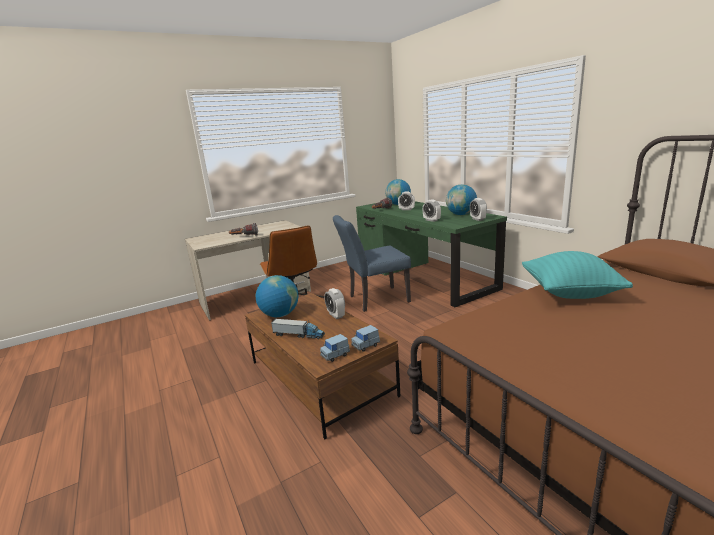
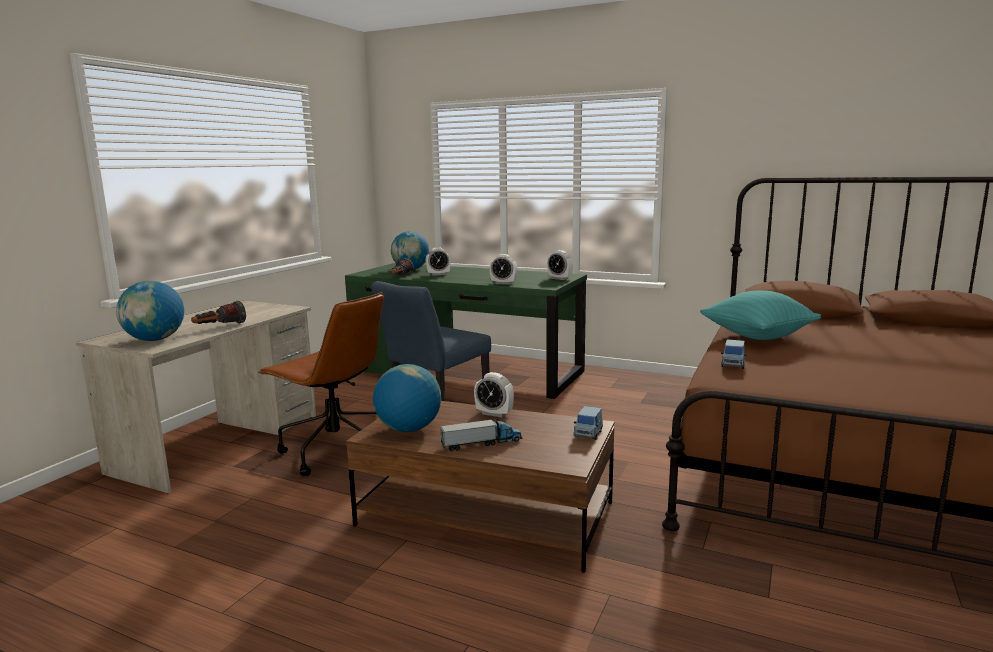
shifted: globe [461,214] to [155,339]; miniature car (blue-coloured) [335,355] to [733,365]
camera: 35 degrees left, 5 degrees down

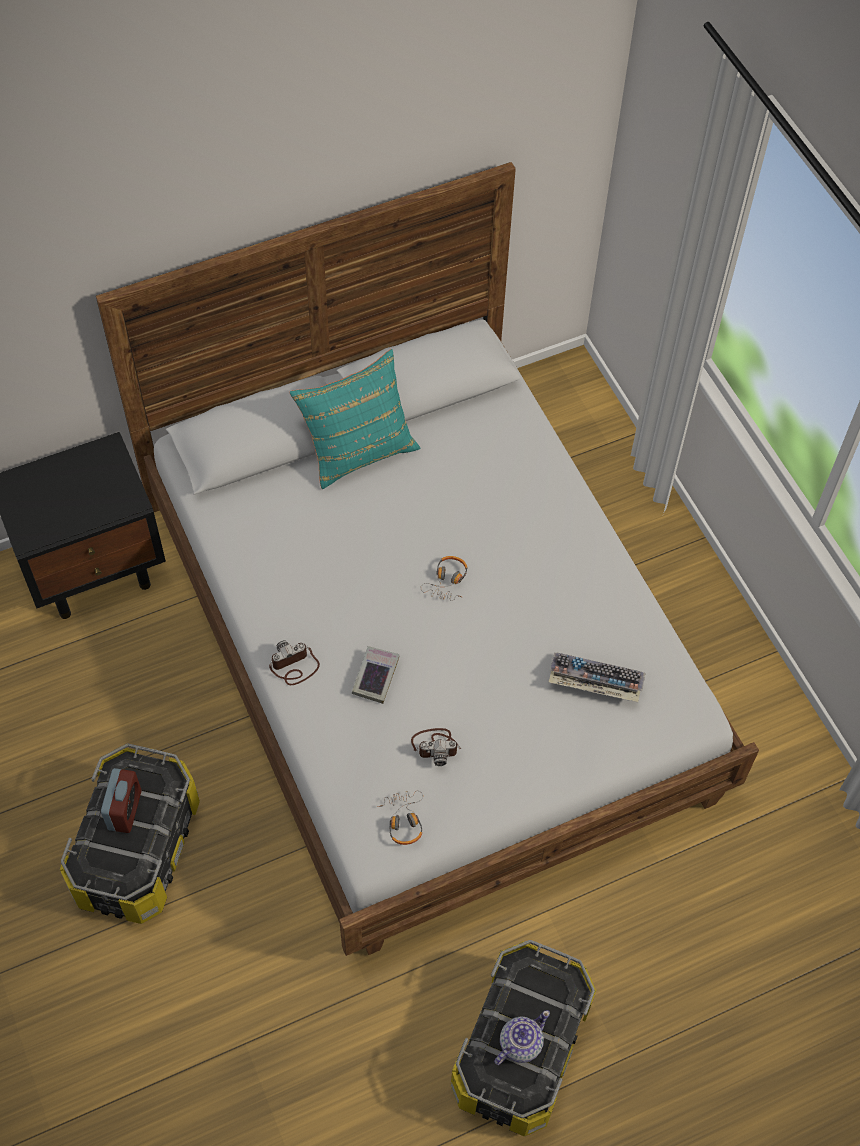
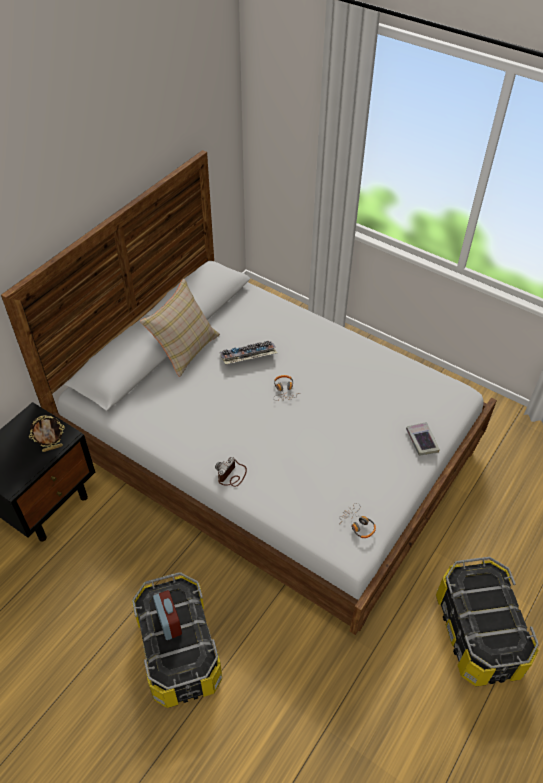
gone: still camera [436,746]; tea pot [519,1043]
new: standing frame [52,448]
shifted: bound book [375,676] to [422,441]; computer keyboard [593,682] to [248,357]
repainted: throw pillow (turquoise) [358,447] to throw pillow (sand-coloured) [184,348]
camera: 30 degrees left, 10 degrees down

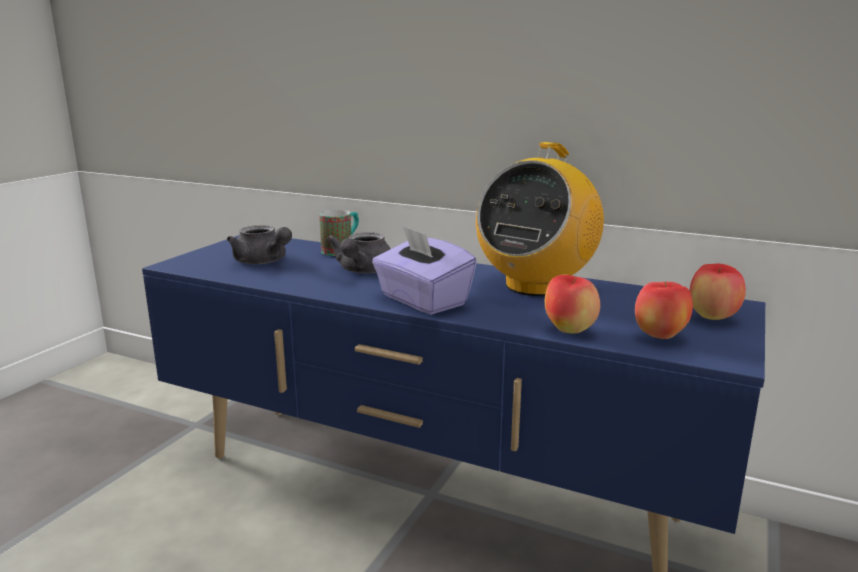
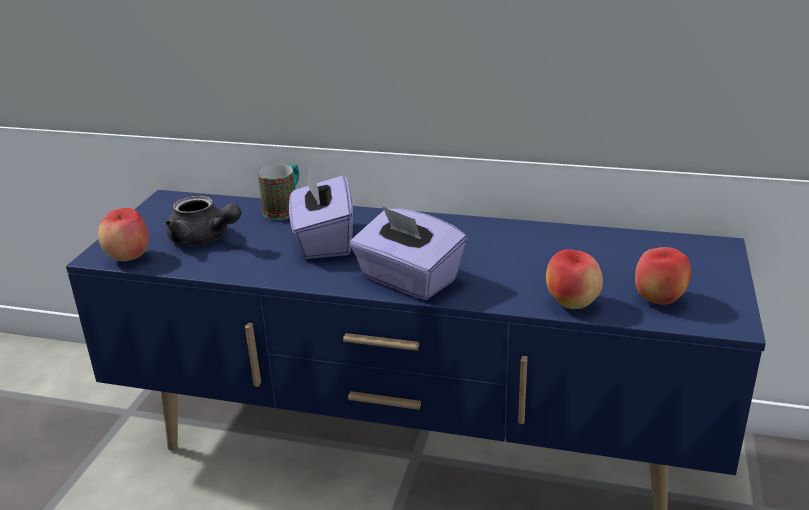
gone: radio receiver [535,286]
shifted: apple fruit [712,317] to [129,258]
swapped: tea pot (gray) [362,271] to tissue box (purple-coloured) [323,241]
camera: 10 degrees left, 10 degrees up

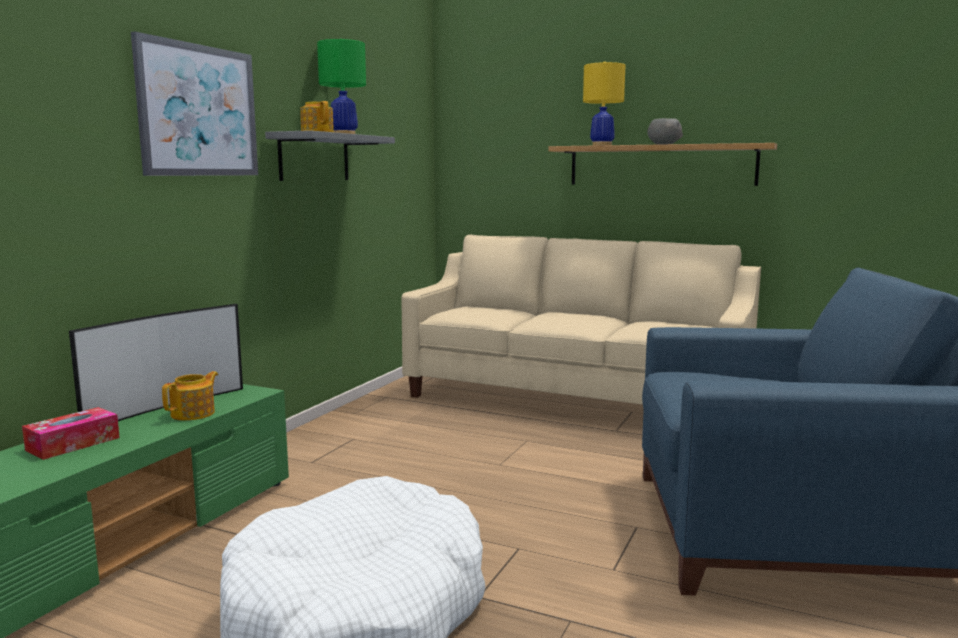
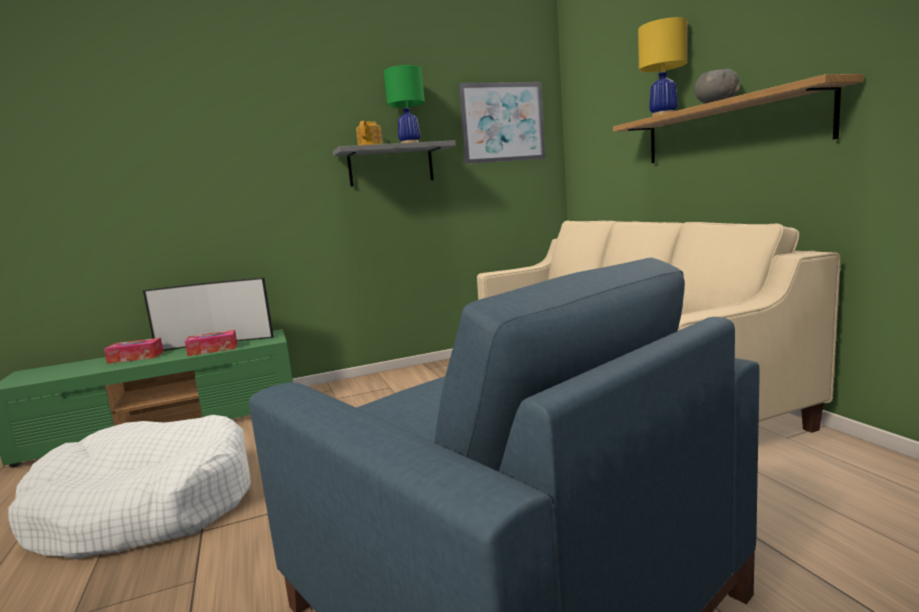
shifted: wall picture [198,111] to [502,122]
swapped: tea pot [194,413] to tissue box [213,349]
camera: 45 degrees right, 0 degrees up

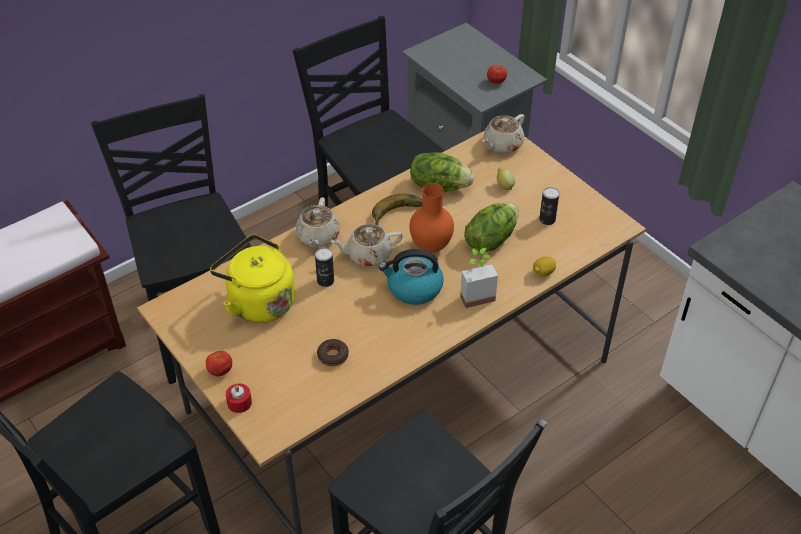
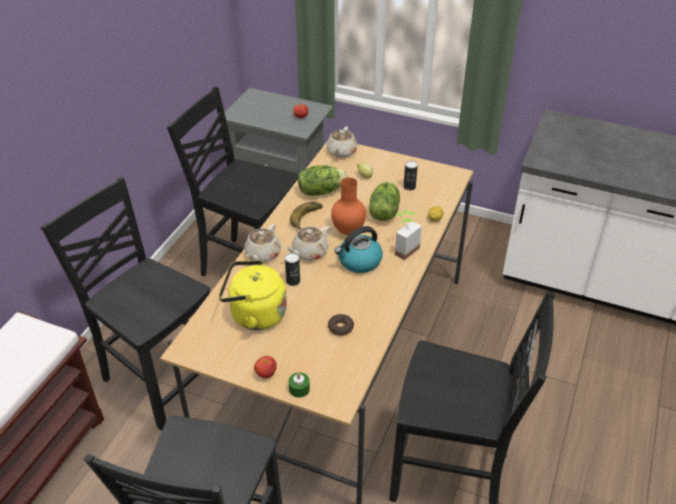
repainted: wax light (red-coloured) [239,402] to wax light (green-coloured) [299,389]
rotated: tea pot (sand-coloured) [318,236] = [262,254] 45 degrees clockwise
camera: 30 degrees left, 5 degrees down

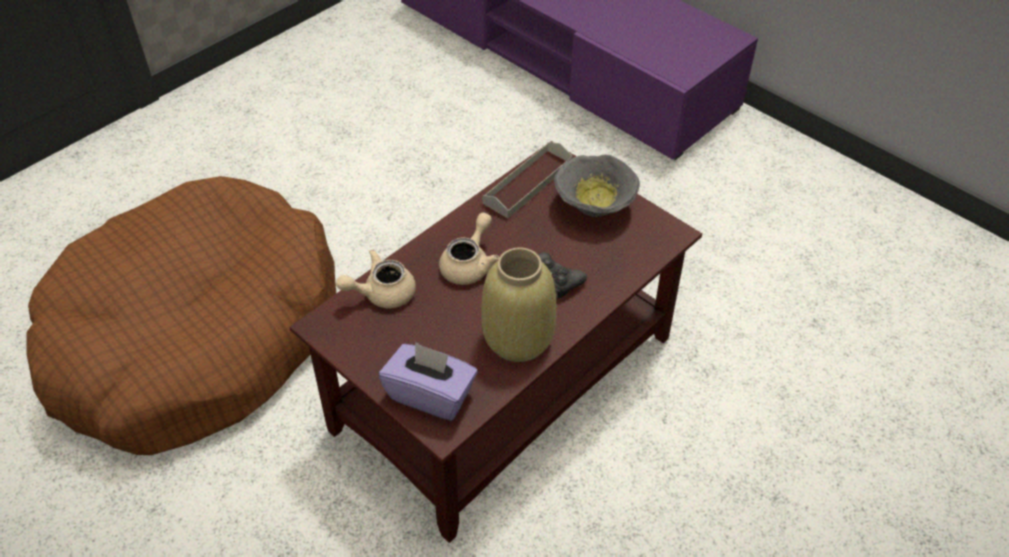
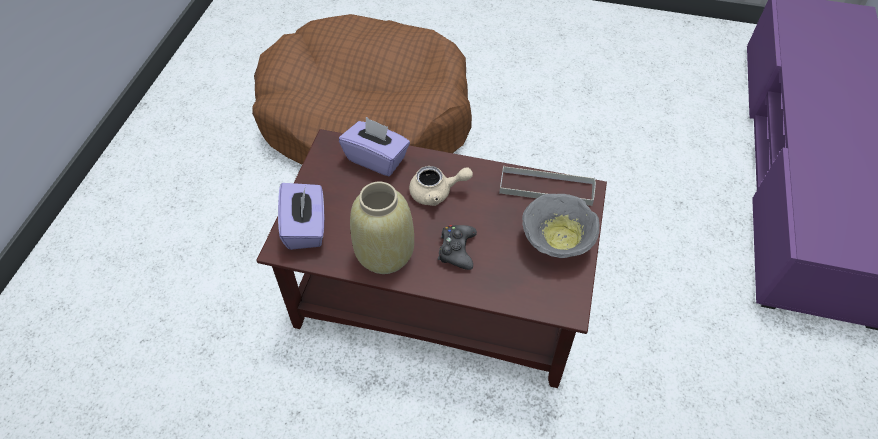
swapped: tea pot (sand-coloured) [382,293] to tissue box (purple-coloured) [376,158]
camera: 60 degrees right, 5 degrees up

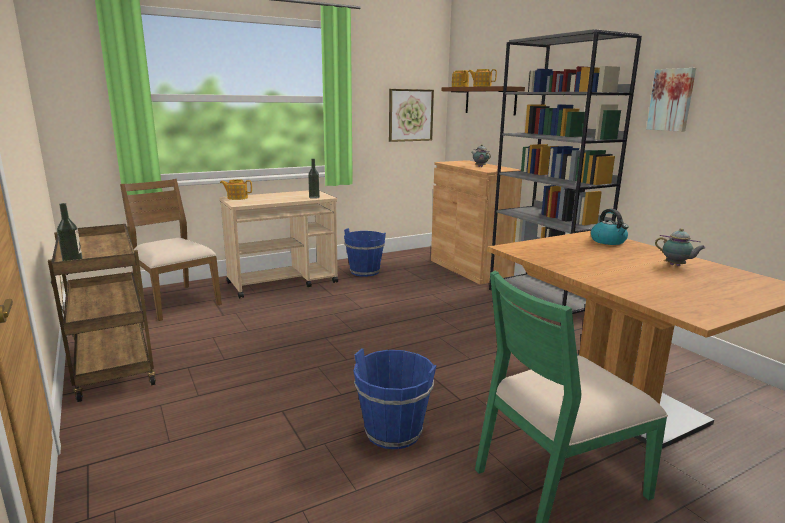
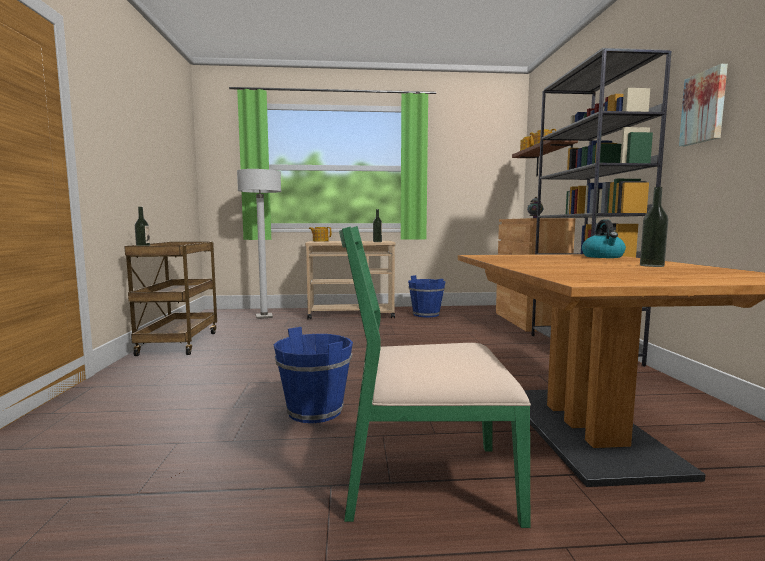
gone: wall picture [410,115]
swapped: chair (brownish) [176,301] to floor lamp (whitish) [264,316]; tea pot [676,266] to bottle [651,265]
camera: 25 degrees right, 10 degrees down

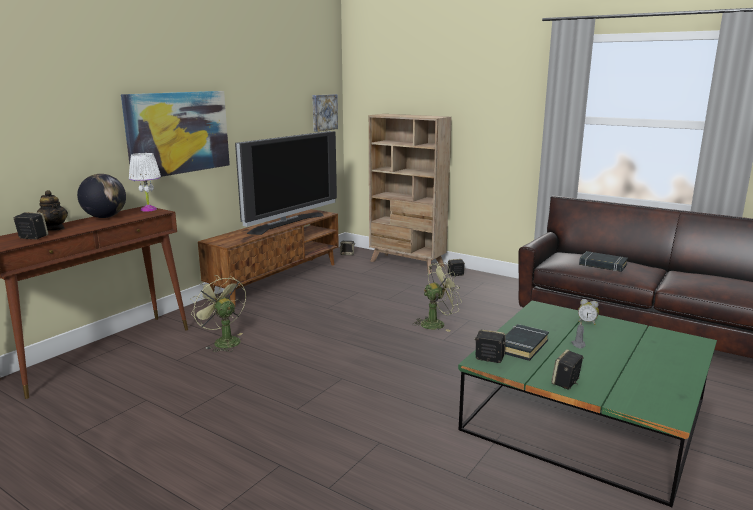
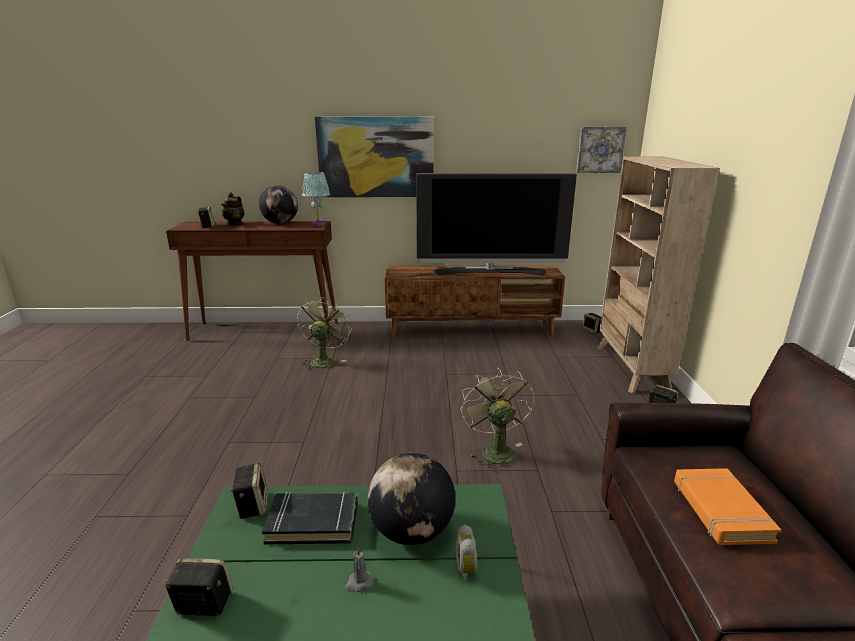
new: globe [411,531]
repainted: lamp for a table (whitish) [149,209] to lamp for a table (turquoise) [318,224]; bound book (blackish) [602,265] to bound book (orange-coloured) [720,510]
rotated: fan (green-coloured) [437,323] = [494,450] 135 degrees counterclockwise
camera: 55 degrees right, 5 degrees up

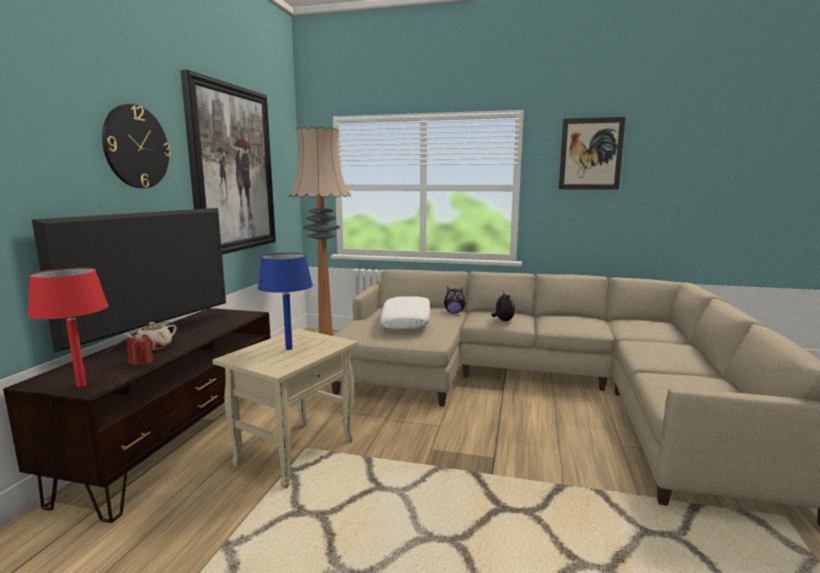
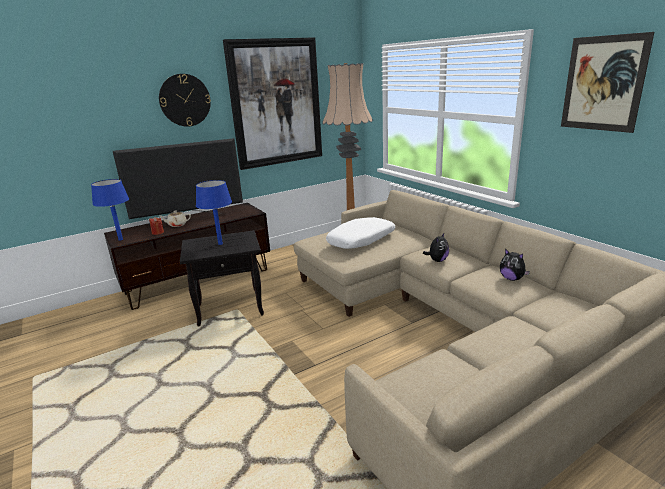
shifted: plush toy [454,312] to [512,279]
repainted: lamp for a table (red-coloured) [81,386] to lamp for a table (blue-coloured) [120,239]; accent table (sand-coloured) [296,451] to accent table (blackish) [231,309]
camera: 45 degrees right, 10 degrees up

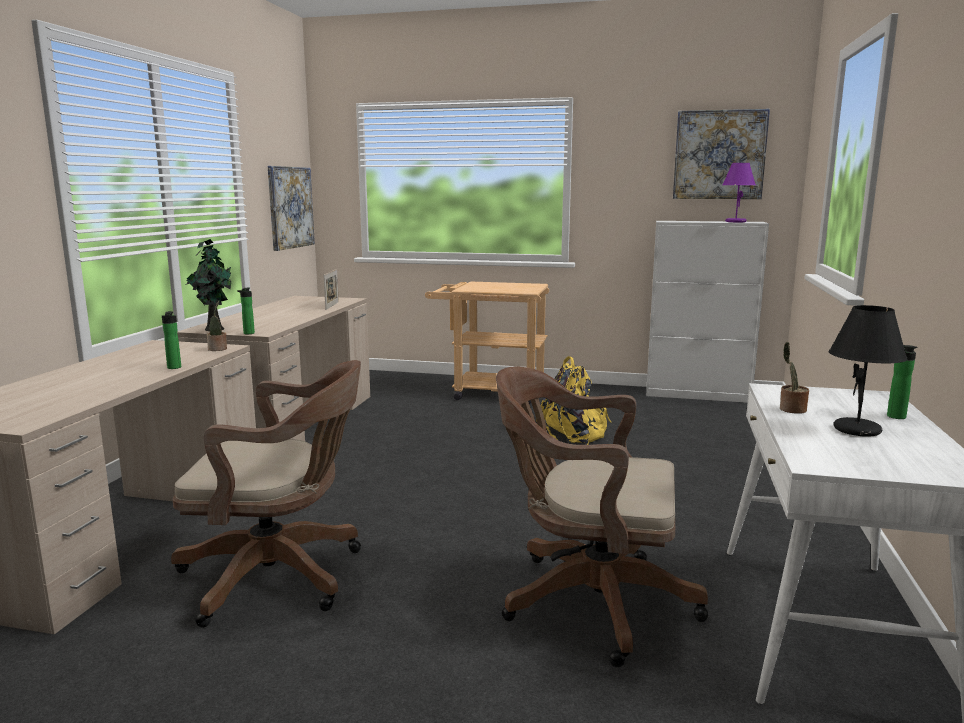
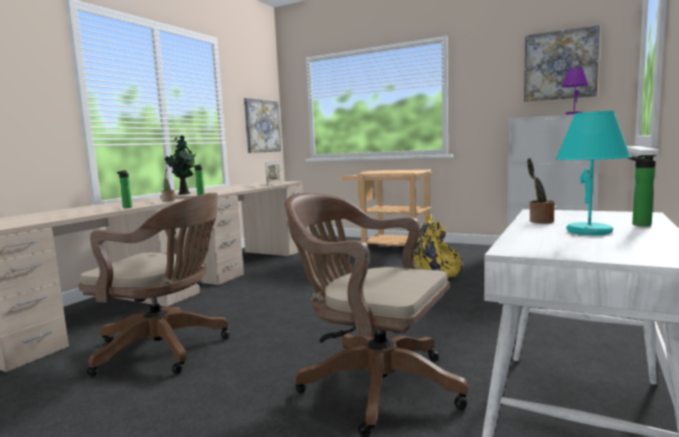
repainted: lamp for a table (blackish) [858,430] to lamp for a table (turquoise) [589,232]
camera: 15 degrees right, 5 degrees down

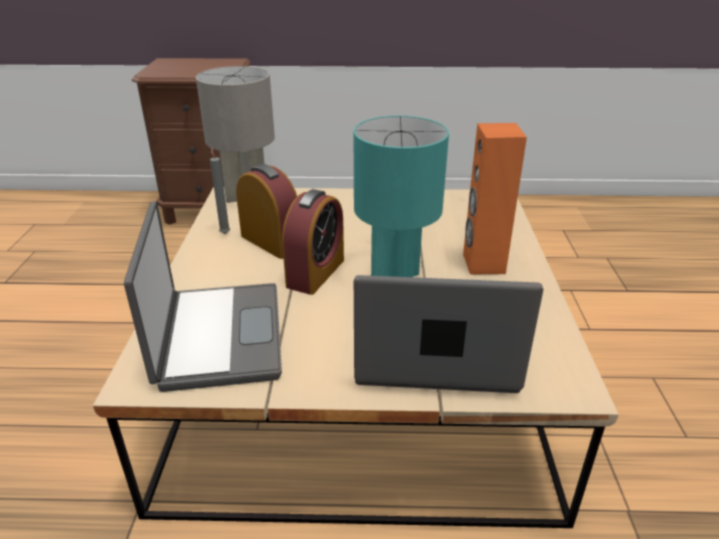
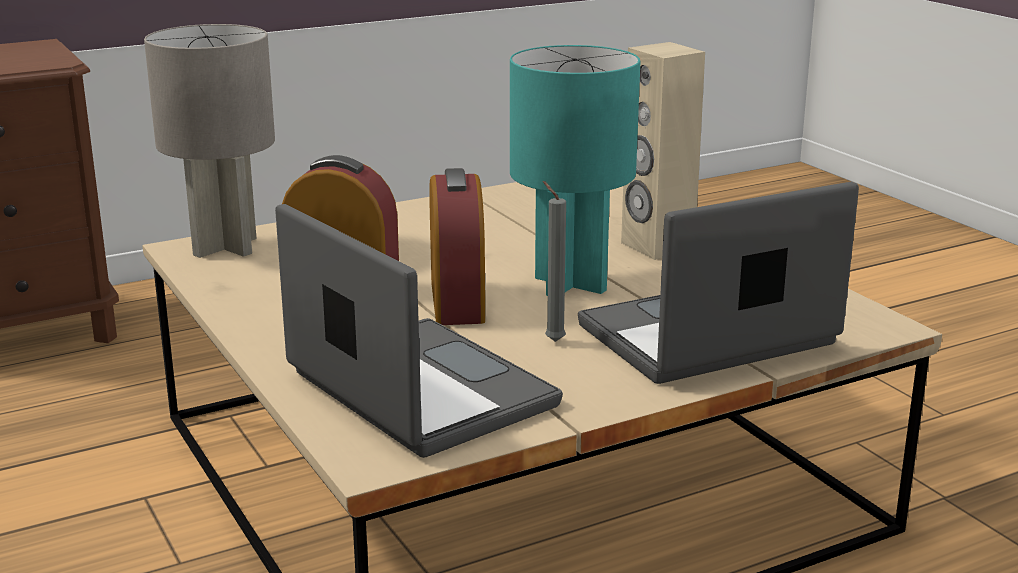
shifted: wax light (gray) [225,233] to [552,340]
repainted: speaker (orange-coloured) [483,263] to speaker (sand-coloured) [656,246]
camera: 30 degrees left, 10 degrees down

